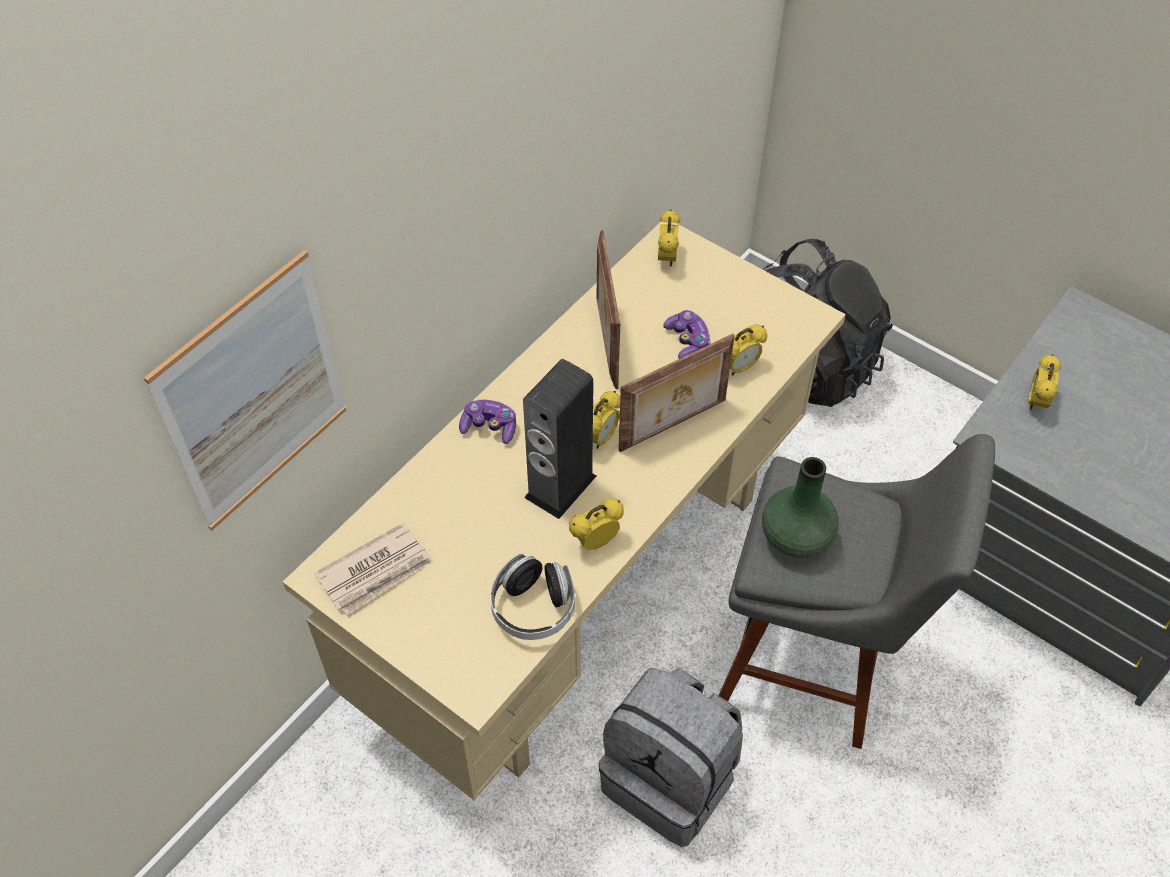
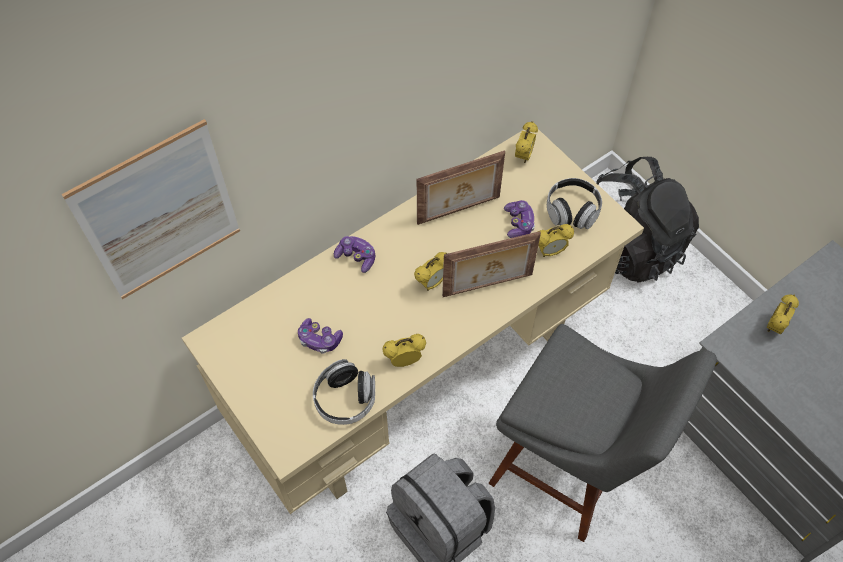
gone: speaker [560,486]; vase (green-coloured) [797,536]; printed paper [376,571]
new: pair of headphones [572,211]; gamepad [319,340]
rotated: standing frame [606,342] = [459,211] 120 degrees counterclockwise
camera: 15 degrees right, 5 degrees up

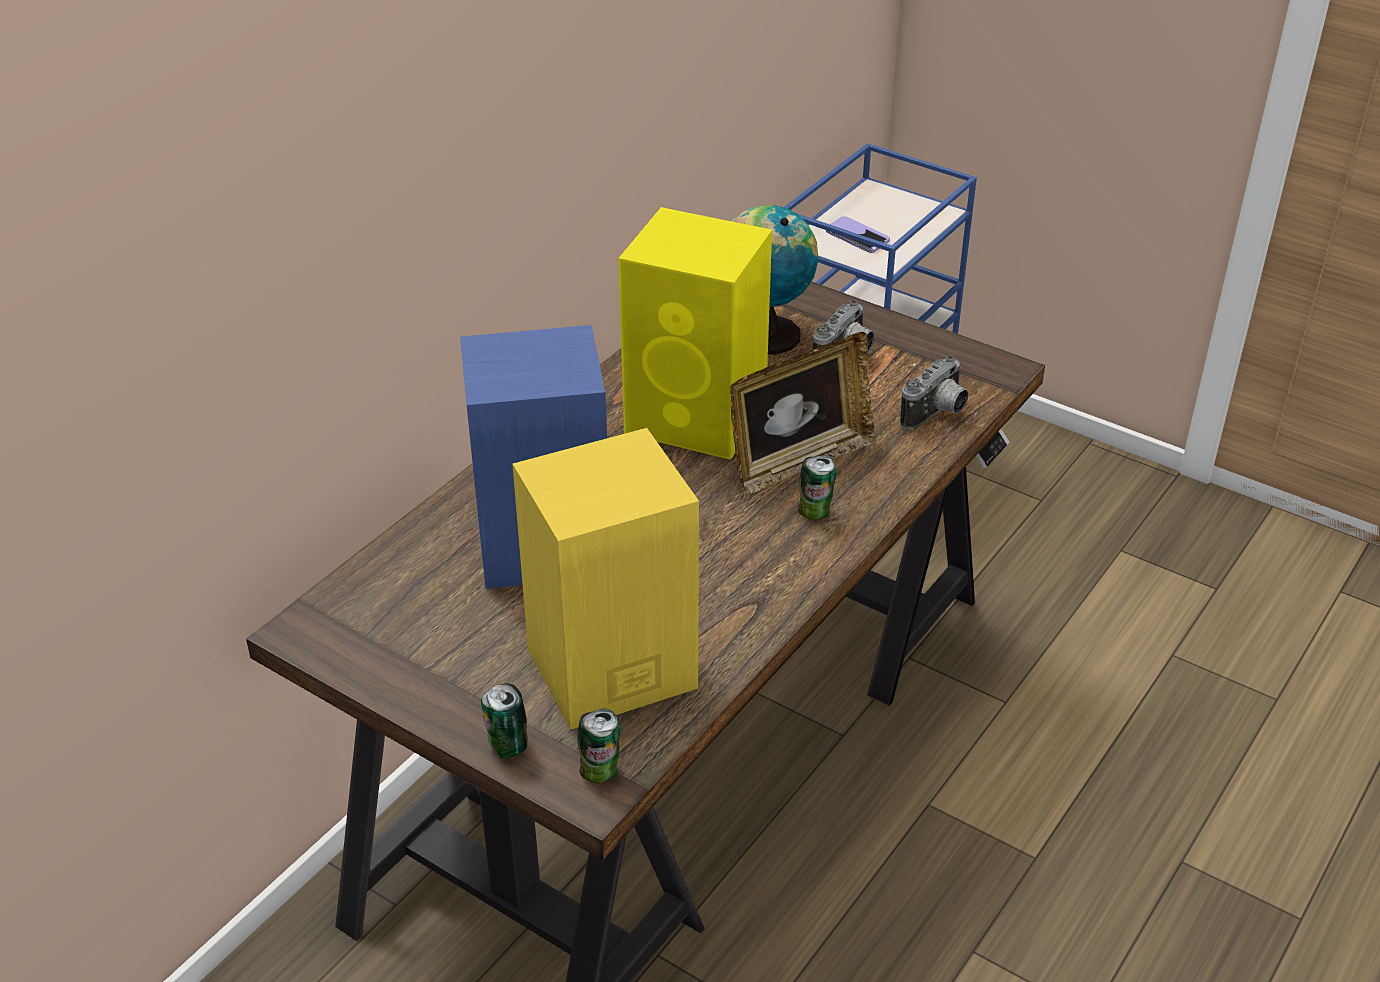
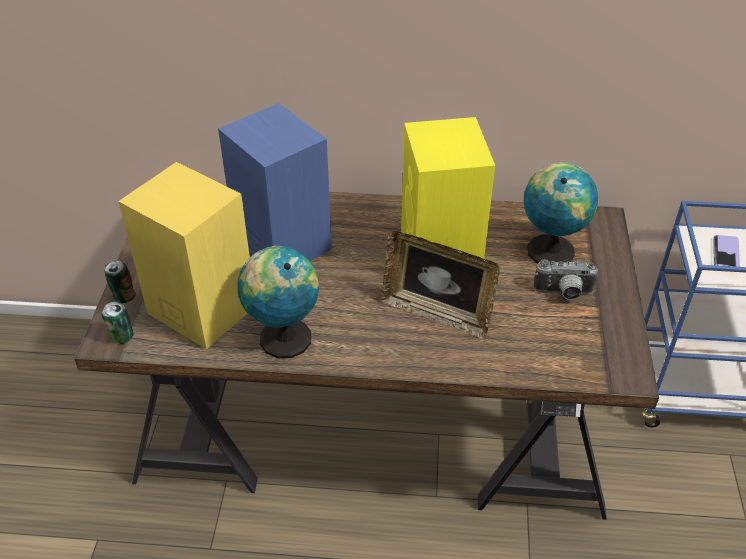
gone: still camera [937,414]; can [815,512]
new: globe [282,337]
camera: 60 degrees right, 5 degrees up

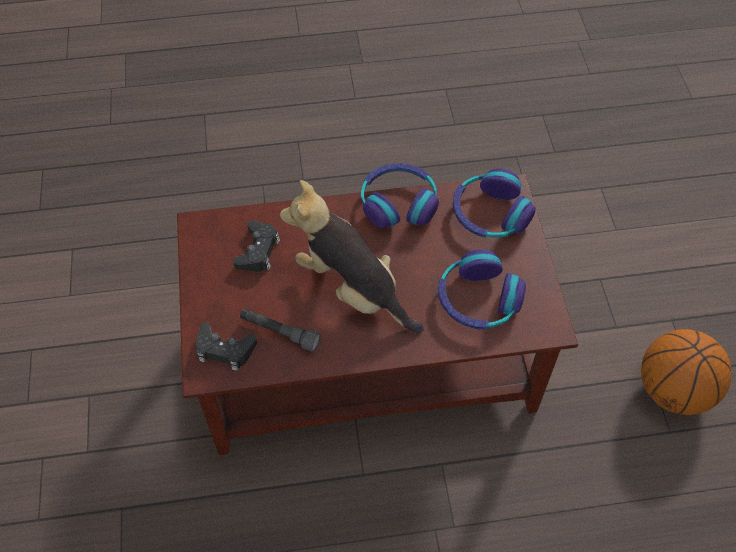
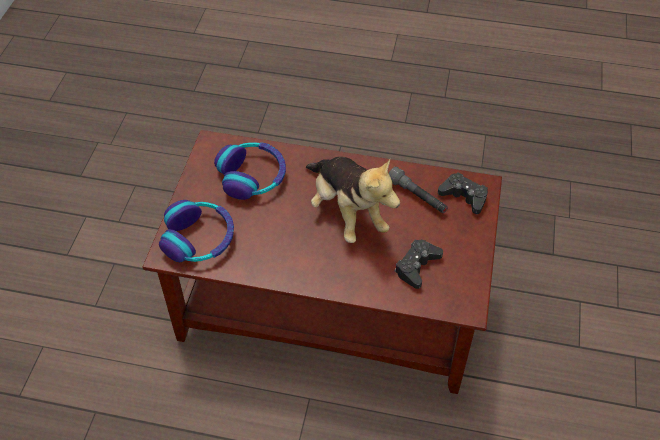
gone: pair of headphones [398,202]; basketball [673,390]
camera: 160 degrees left, 5 degrees down

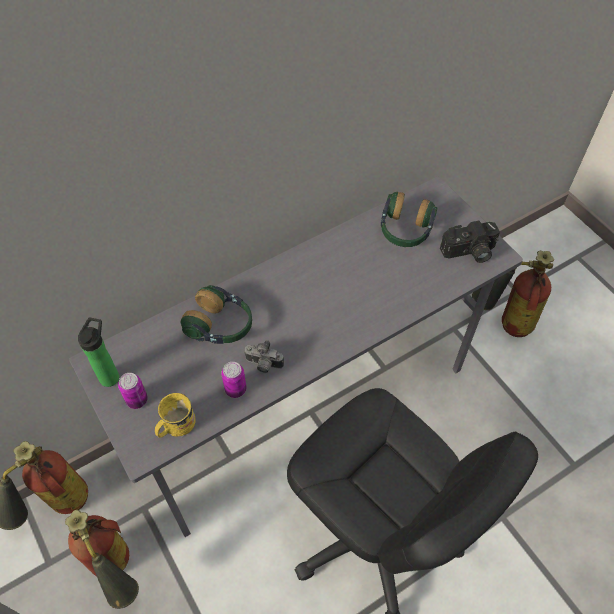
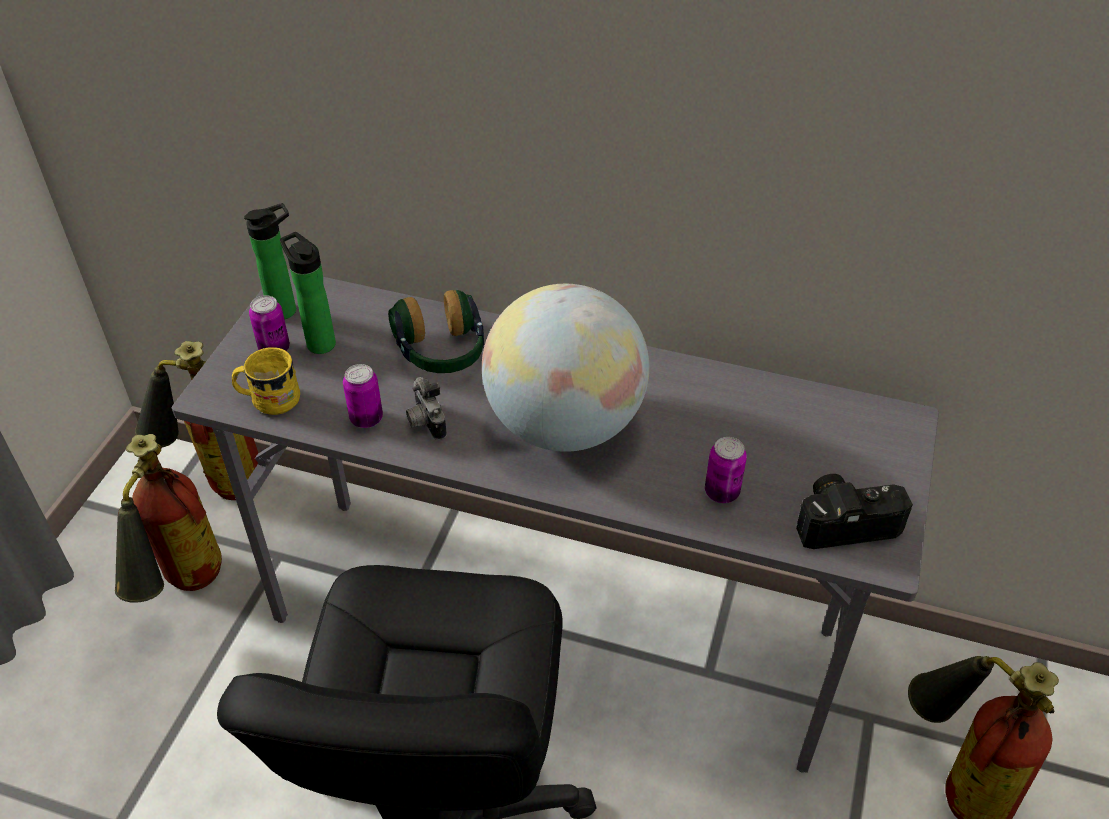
gone: pair of headphones [405,230]
new: bottle [318,342]; globe [565,425]; can [721,492]
rotated: still camera [469,252] = [845,521] 135 degrees clockwise
camera: 50 degrees right, 10 degrees down

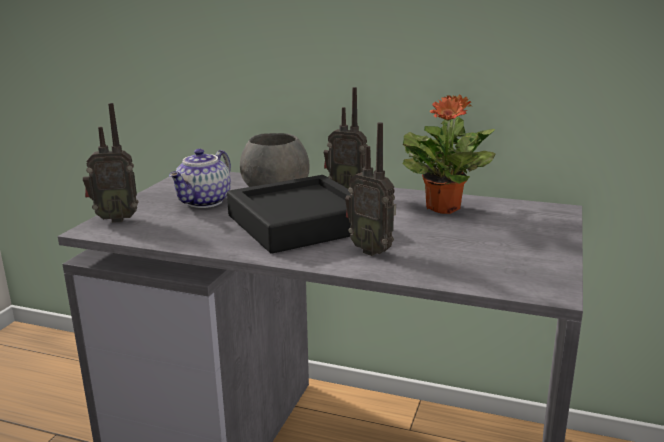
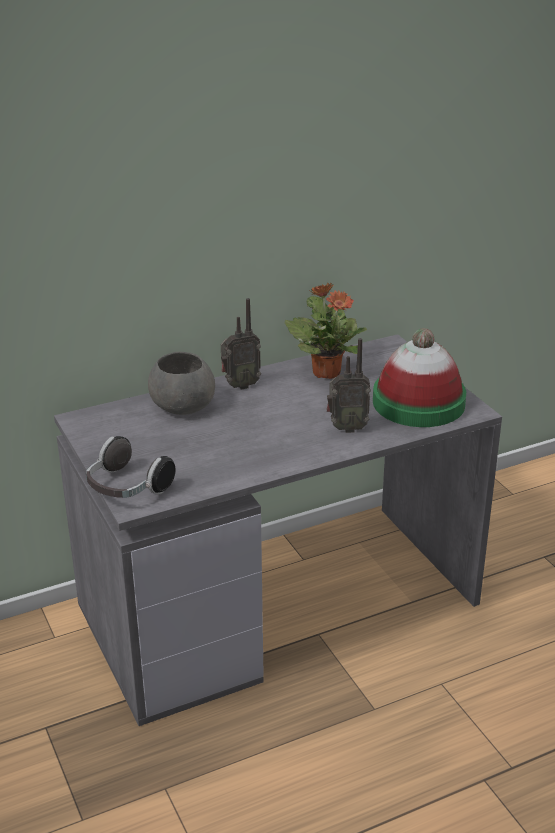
gone: tea pot [205,202]; carrying tray (blackish) [300,223]
new: hat [418,403]
swapped: radio receiver [115,219] to pair of headphones [127,488]
camera: 45 degrees left, 10 degrees up

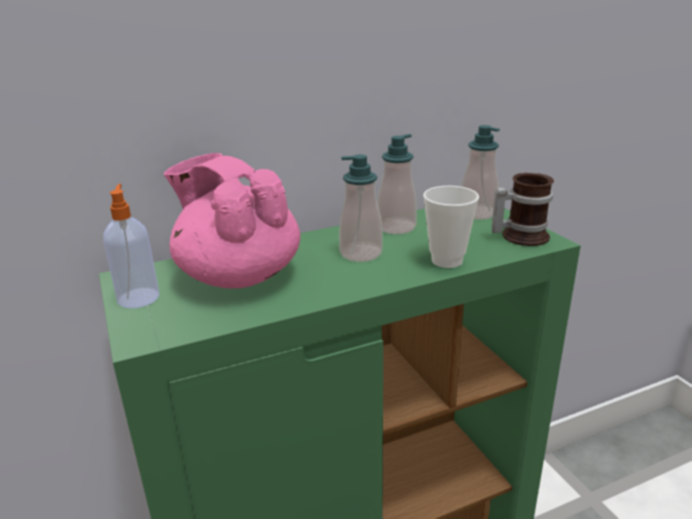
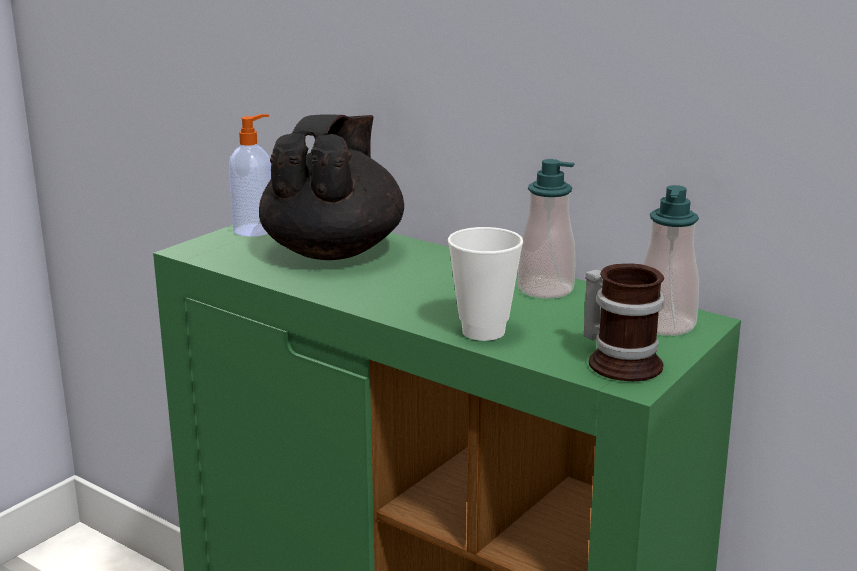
gone: liquid soap bottle [361,253]
repainted: tea pot (pinkish) [238,275] to tea pot (blackish) [334,251]
camera: 60 degrees right, 5 degrees down

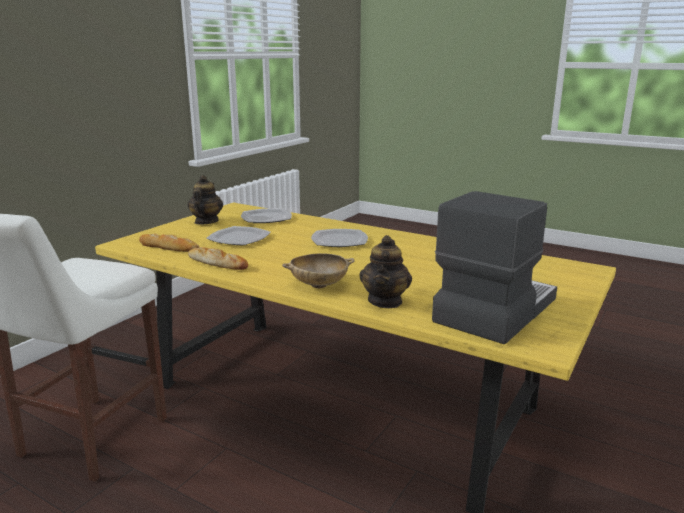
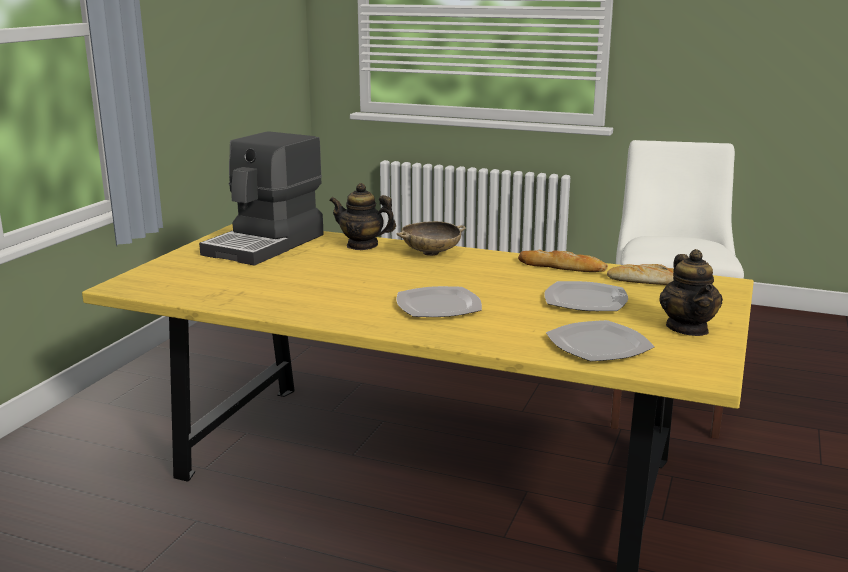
rotated: tea pot [385,301] = [362,245] 75 degrees counterclockwise
camera: 170 degrees right, 0 degrees up

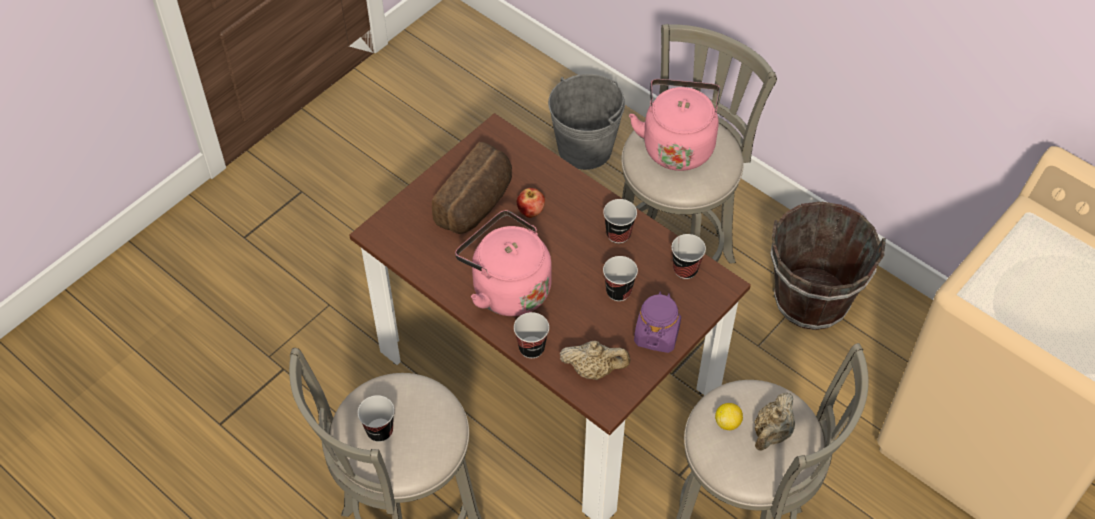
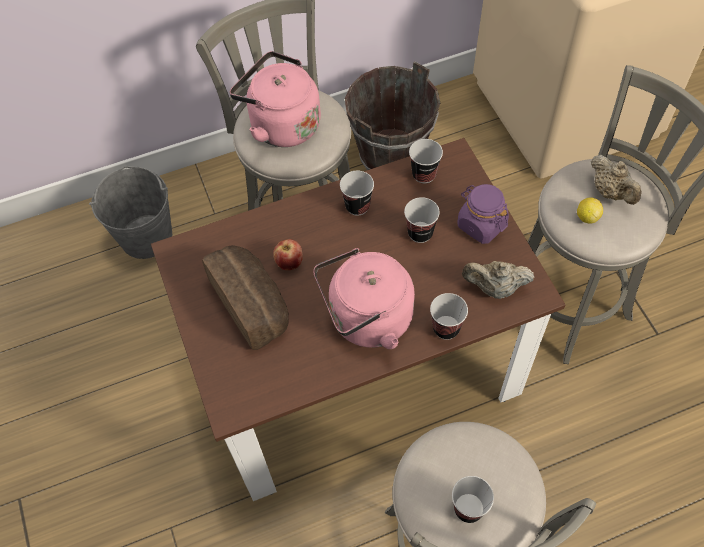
rotated: tea pot (sand-coloured) [594,369] = [495,288] 120 degrees counterclockwise
camera: 60 degrees left, 5 degrees up

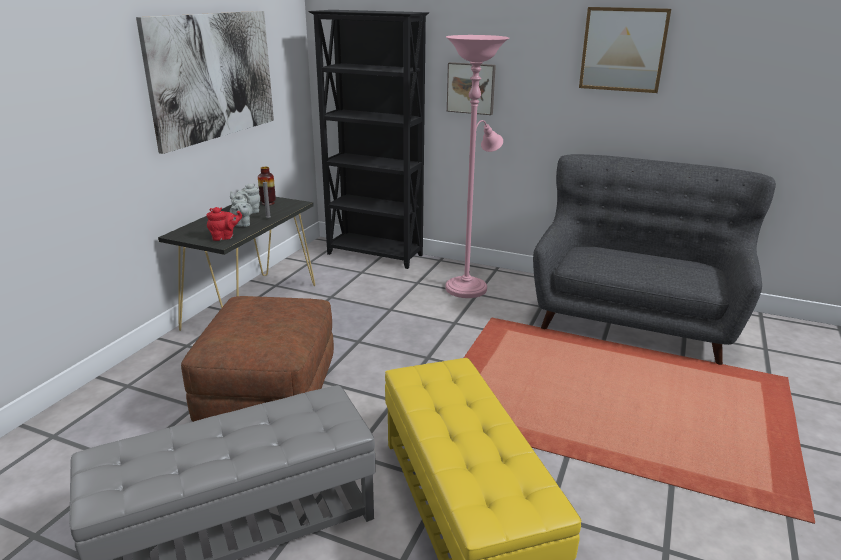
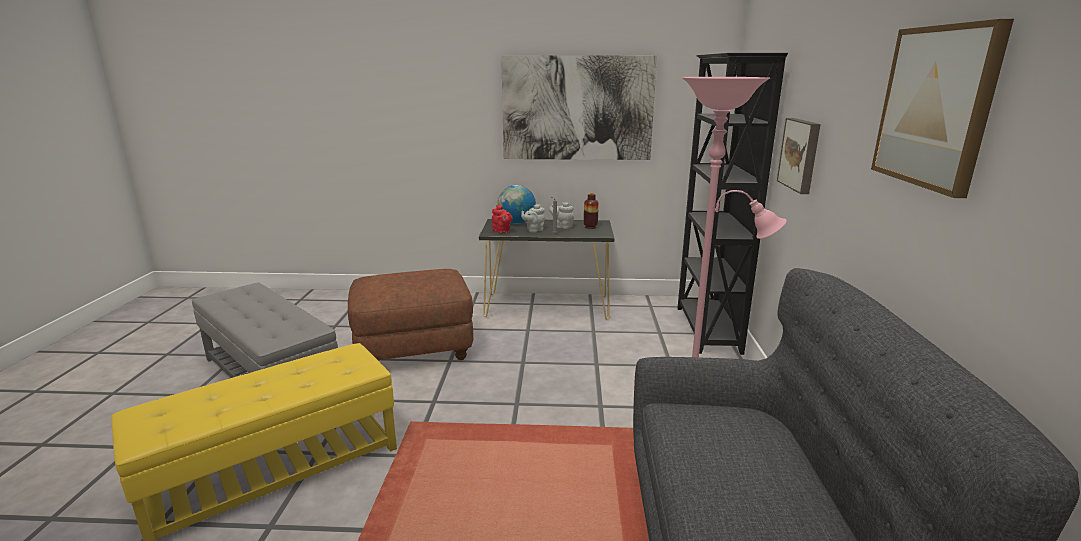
new: globe [516,222]
camera: 70 degrees right, 5 degrees down

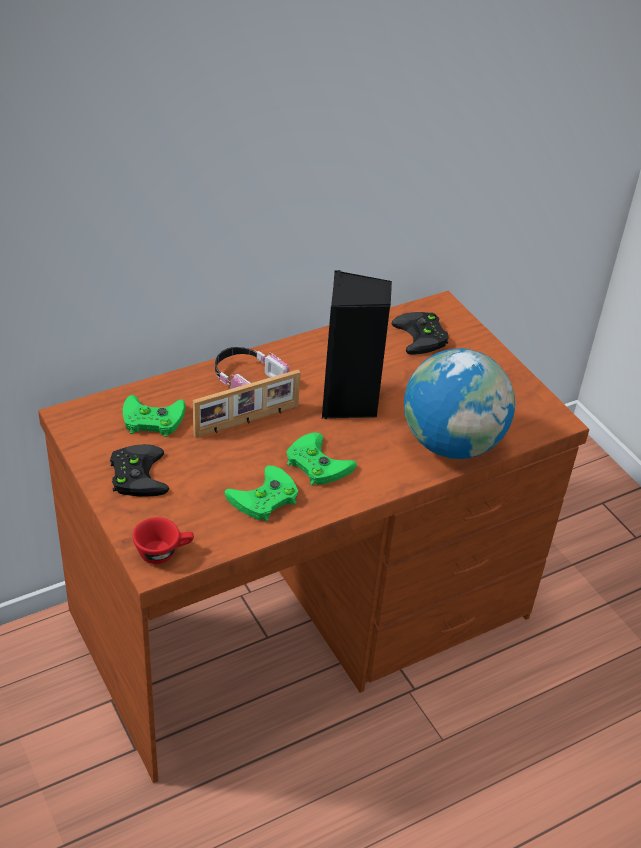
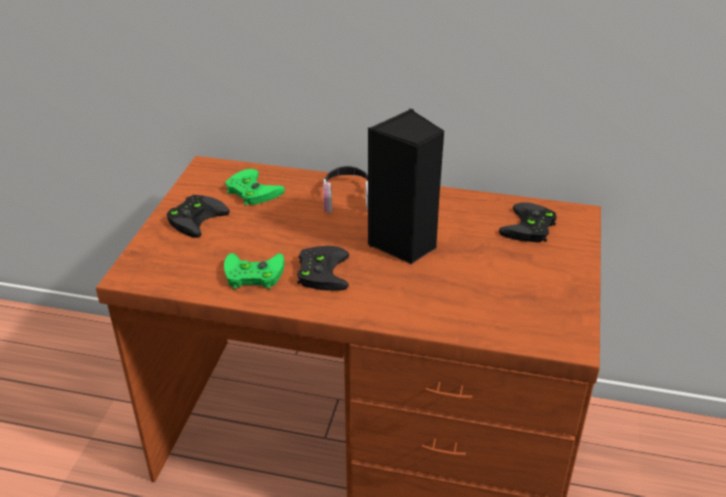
gone: globe [452,444]; standing frame [247,421]; cup (red-coloured) [164,552]
repainted: gamepad (green-coloured) [315,463] to gamepad (blackish) [321,271]
camera: 45 degrees right, 5 degrees down

